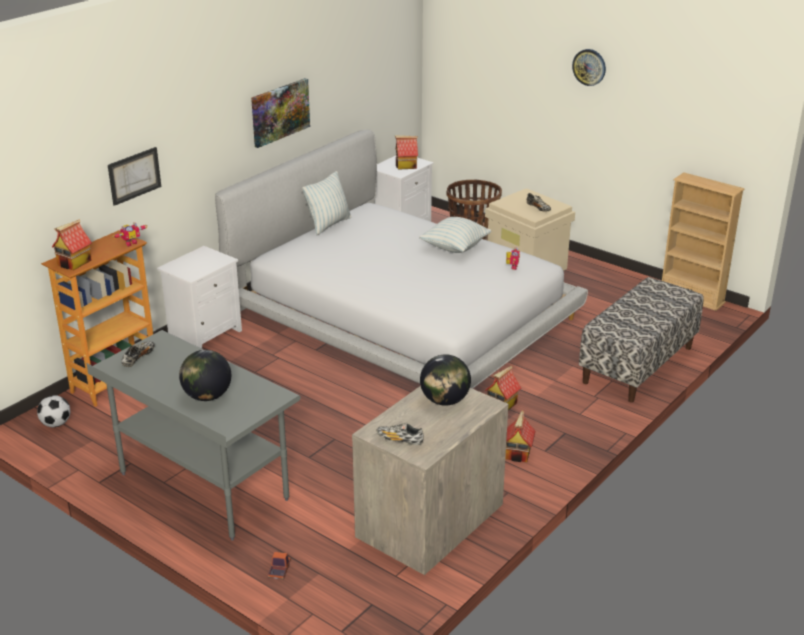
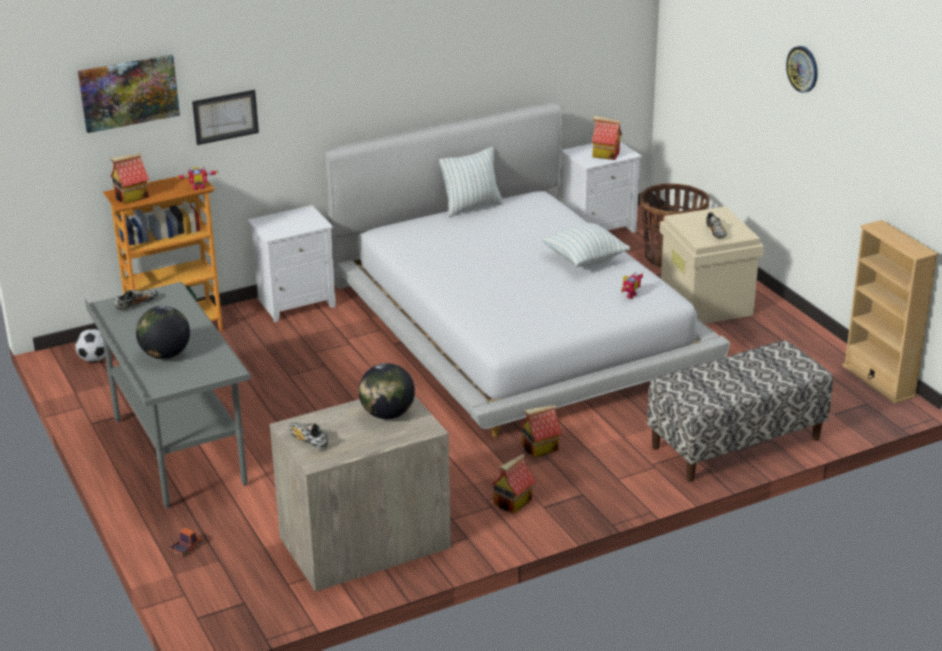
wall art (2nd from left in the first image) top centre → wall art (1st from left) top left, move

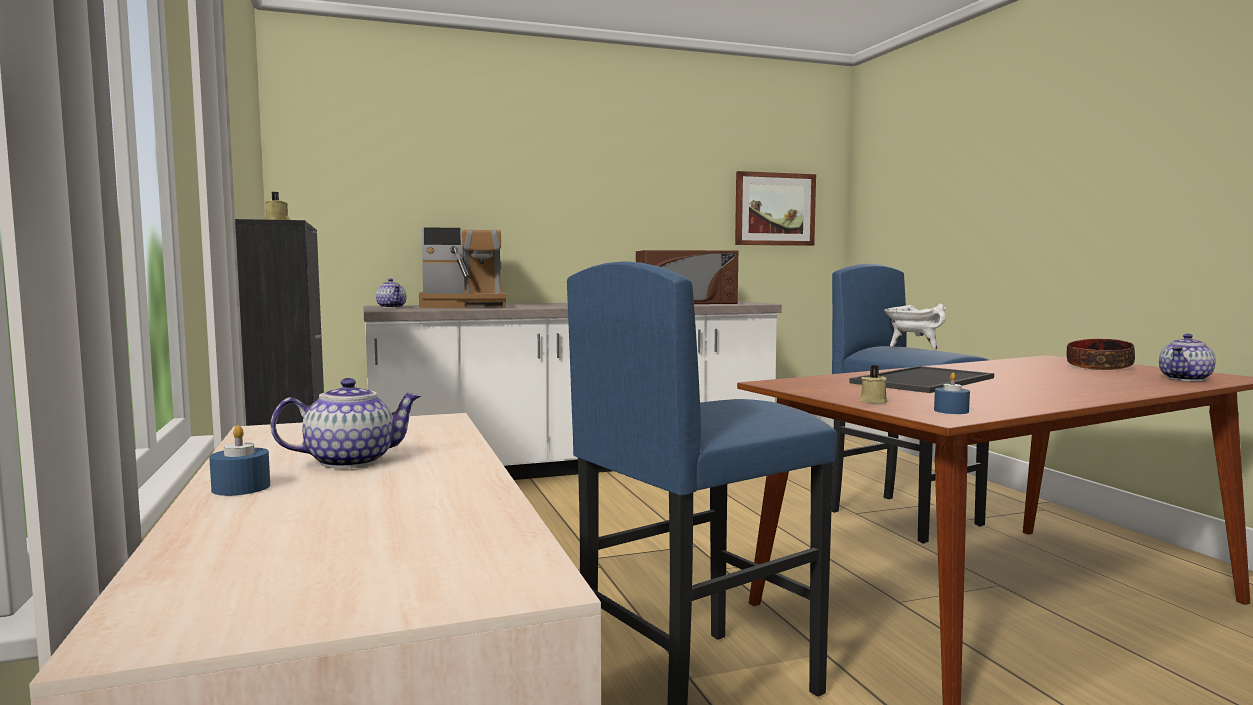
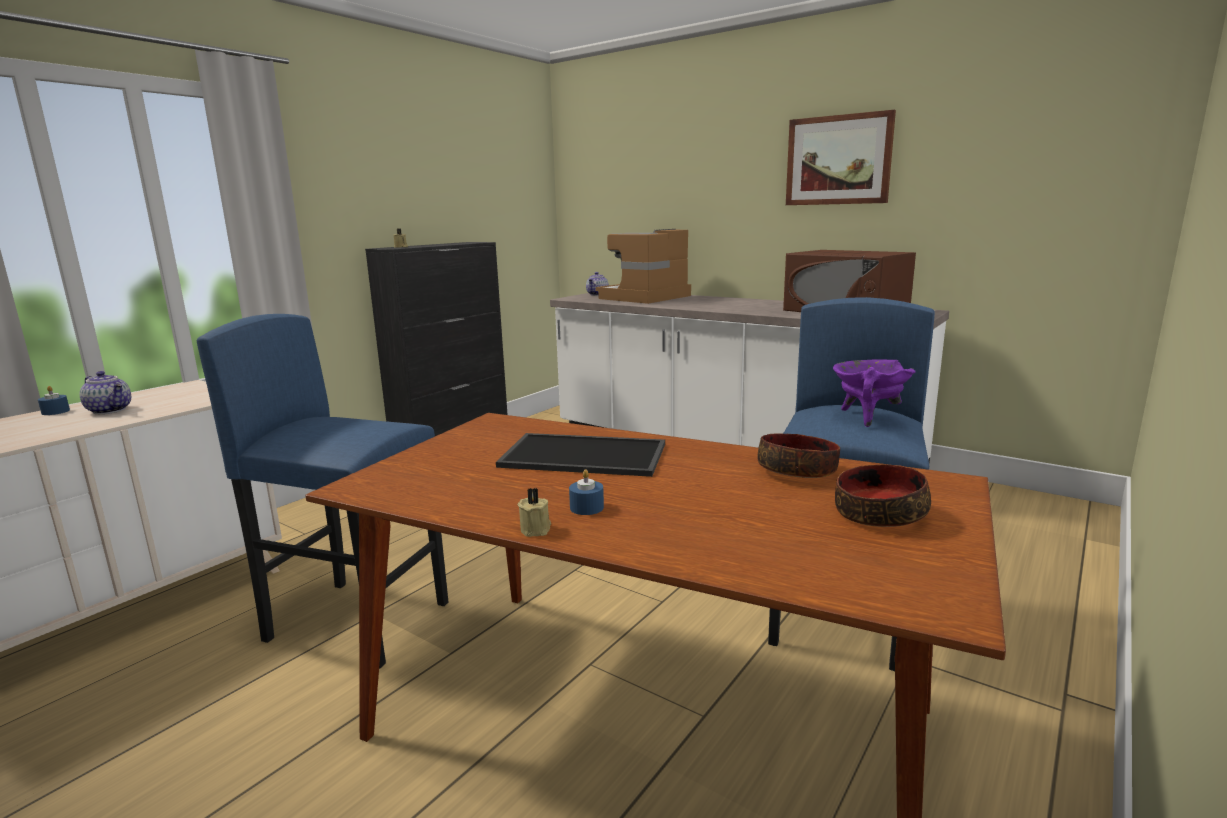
beige-coloured wax candle (2nd from left) middle right → beige-coloured wax candle (2nd from left) centre, move
blue-coloured wax candle (2nd from left) middle right → blue-coloured wax candle (2nd from left) centre, move
coffee machine centre → coffee machine top centre, 90 degrees clockwise
- → deep dish (1st from left) centre
wall art top centre → wall art top right, move
white saucepot middle right → purplish saucepot middle right
teapot (3rd from left) middle right → -

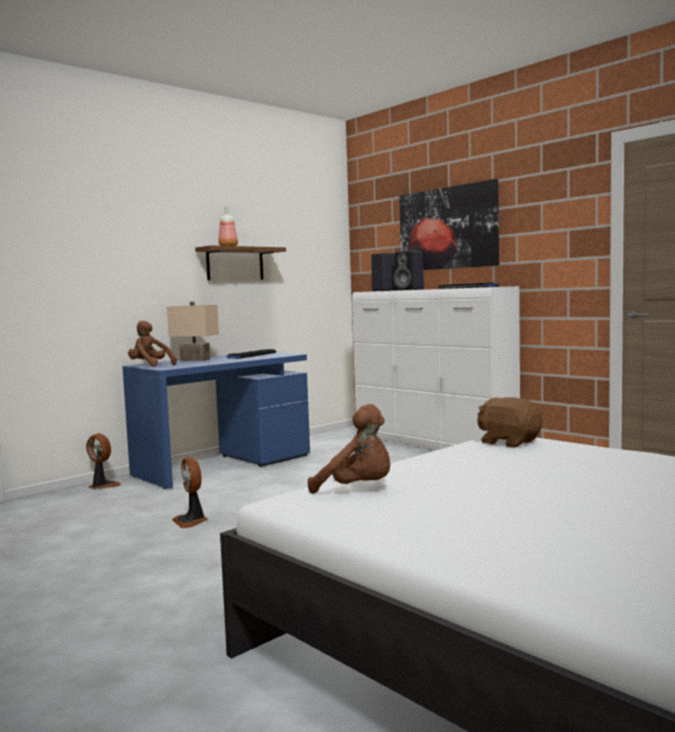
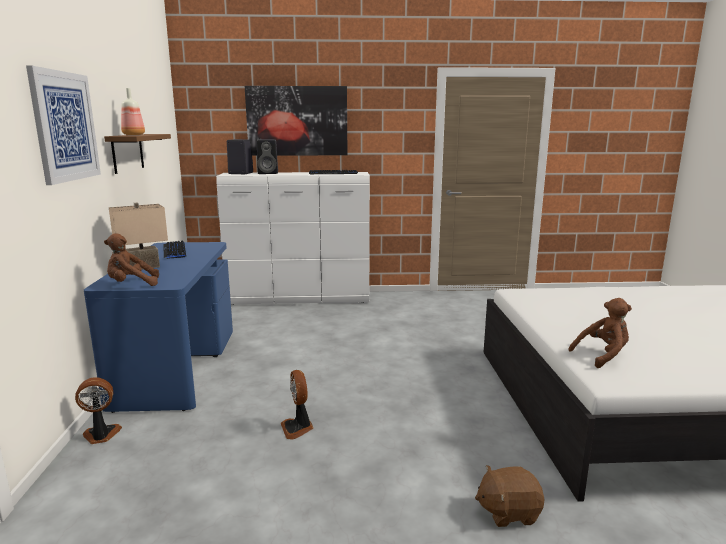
- → wall art (1st from left) top left
fan (2nd from left) bottom left → fan (2nd from left) bottom centre, 60 degrees clockwise
brown-coloured soft toy (3rd from left in the first image) middle right → brown-coloured soft toy (2nd from left) bottom right, move

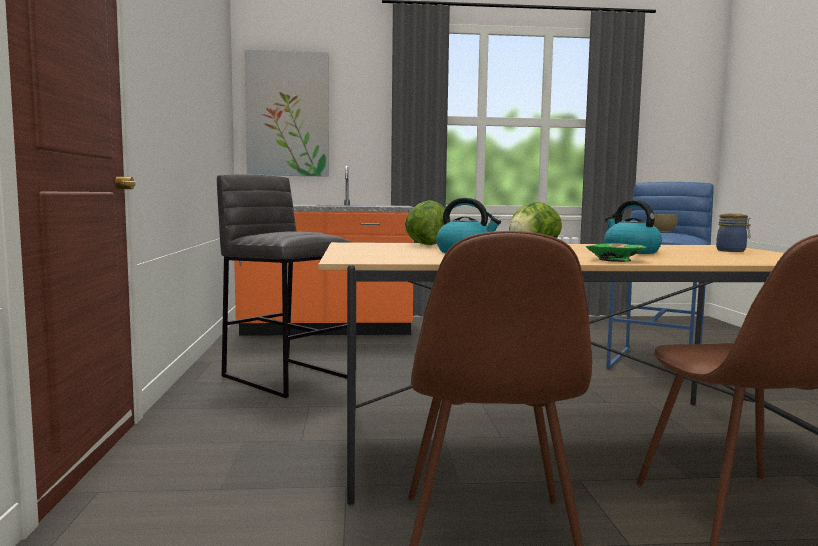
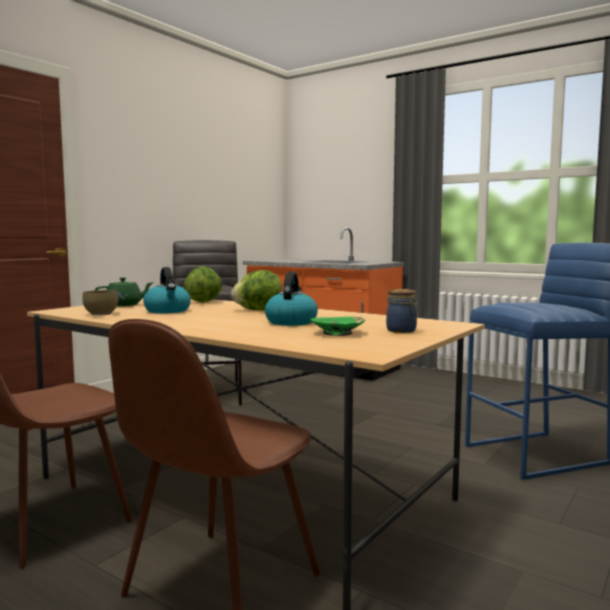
brown-coloured deep dish middle right → brown-coloured deep dish middle left, move
- → green teapot middle left
green deep dish middle right → green deep dish centre, move
wall art top centre → -

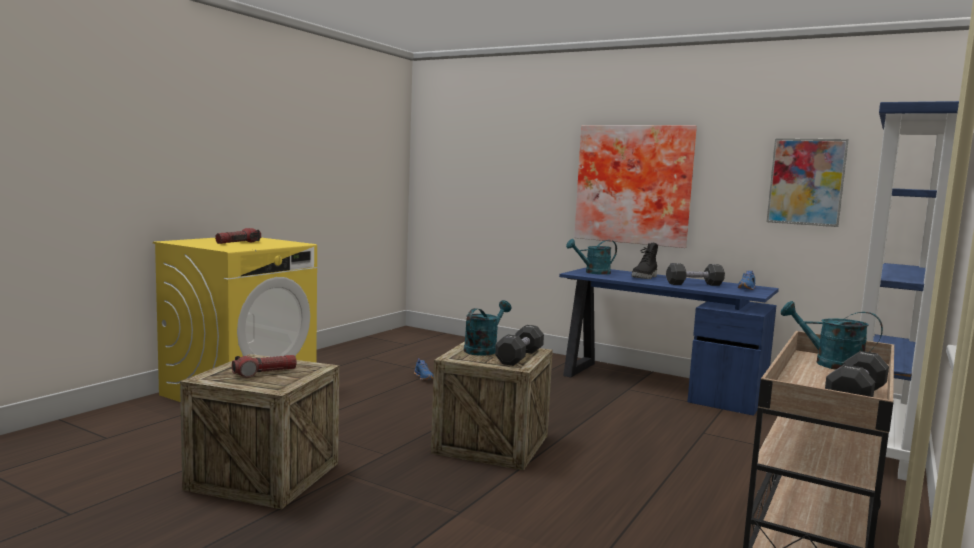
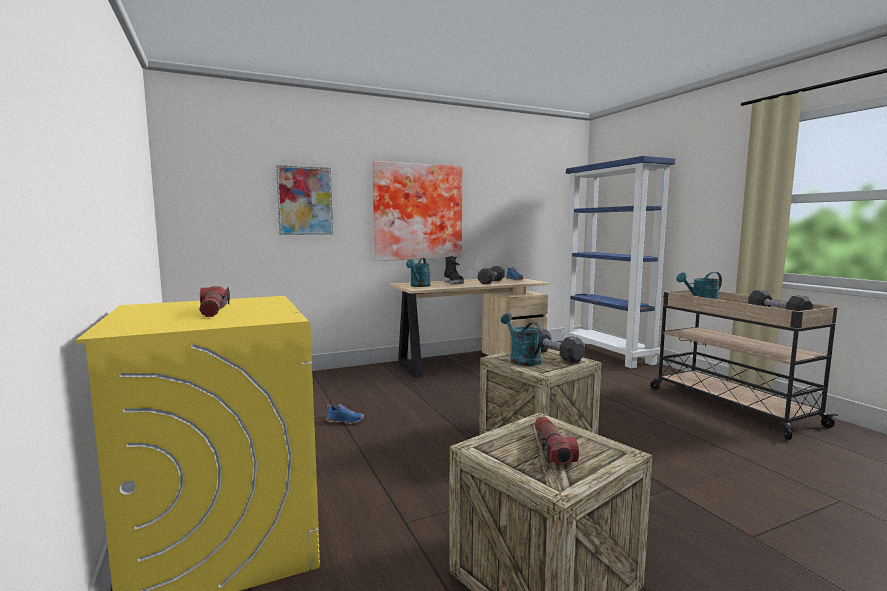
wall art (2nd from left in the first image) top right → wall art (1st from left) centre, move
blue-coloured desk table middle right → beige-coloured desk table centre

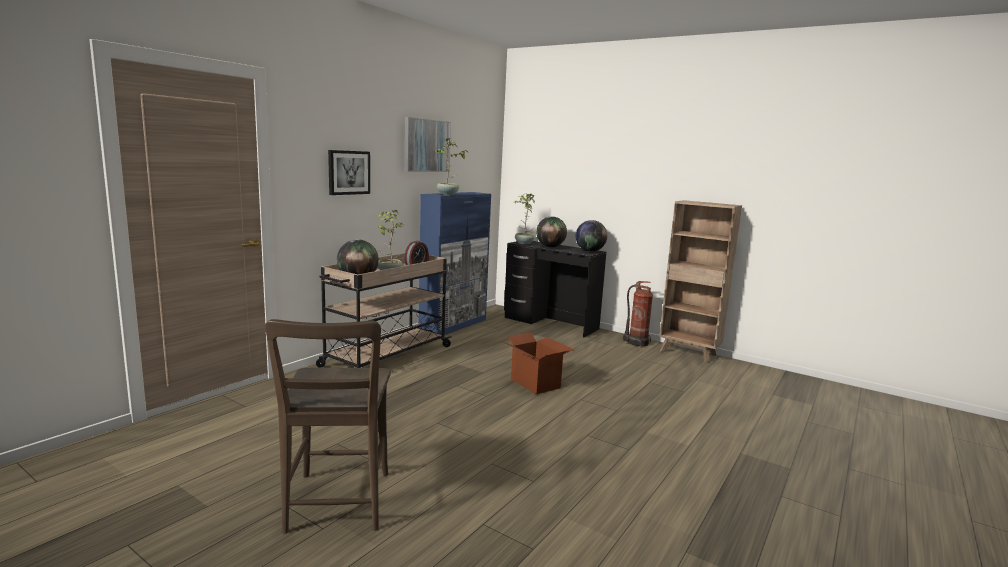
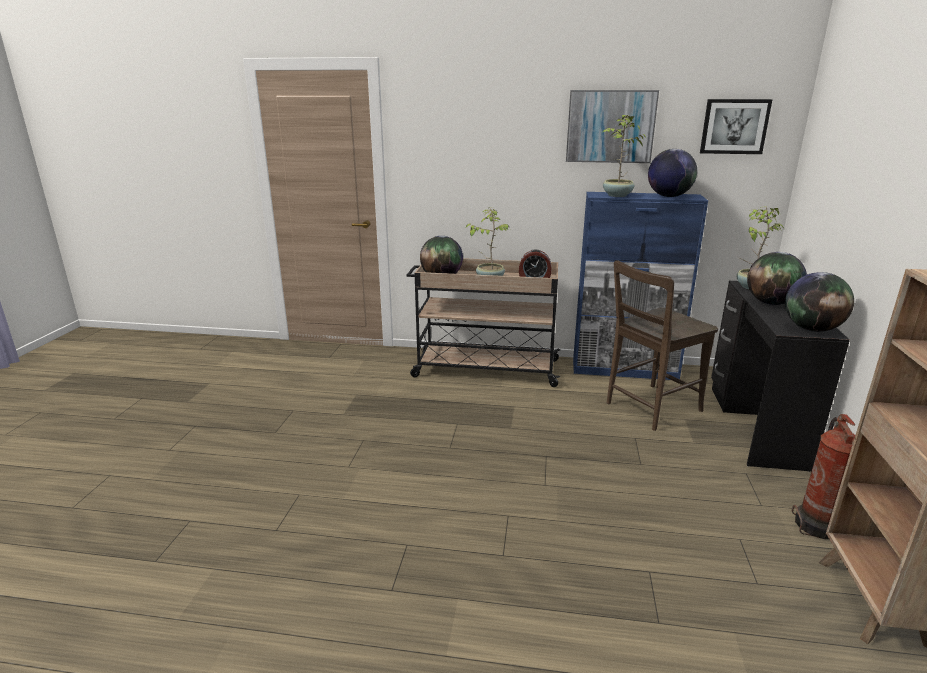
brown-coloured chair bottom left → brown-coloured chair middle right, move
- → globe (2nd from left) top right
wall art (1st from left in the first image) top centre → wall art (2nd from left) top right, move
packing box centre → -

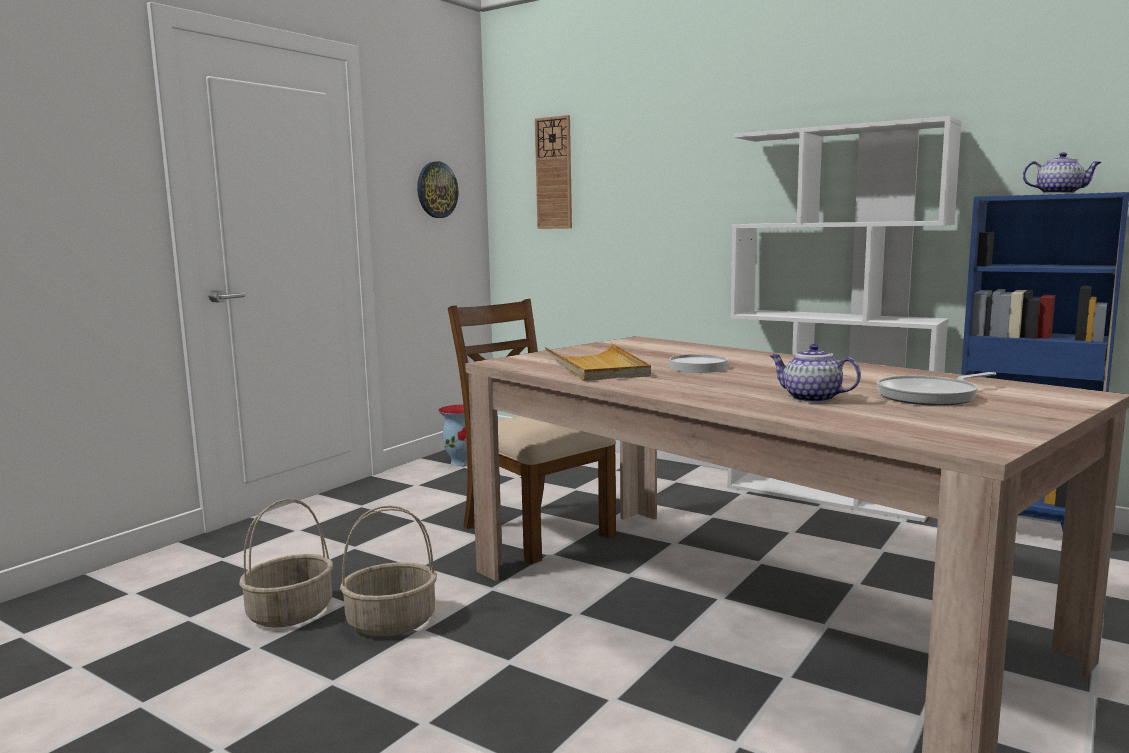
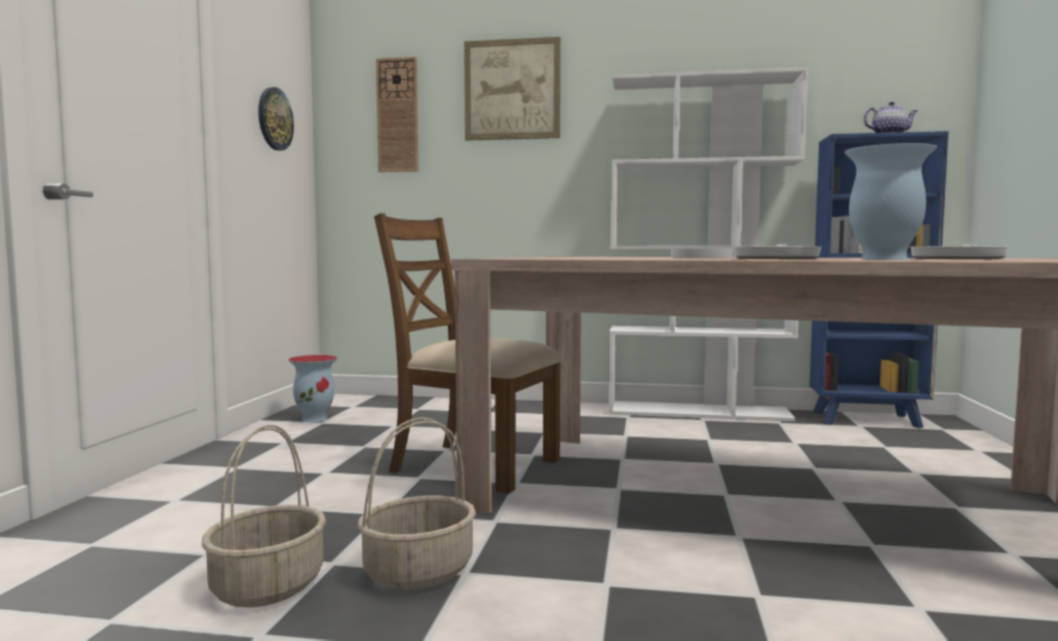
- → wall art top centre
- → pan (1st from left) middle right
teapot (1st from left) middle right → flower vase (2nd from left) top right
beige-coloured serving tray centre → -

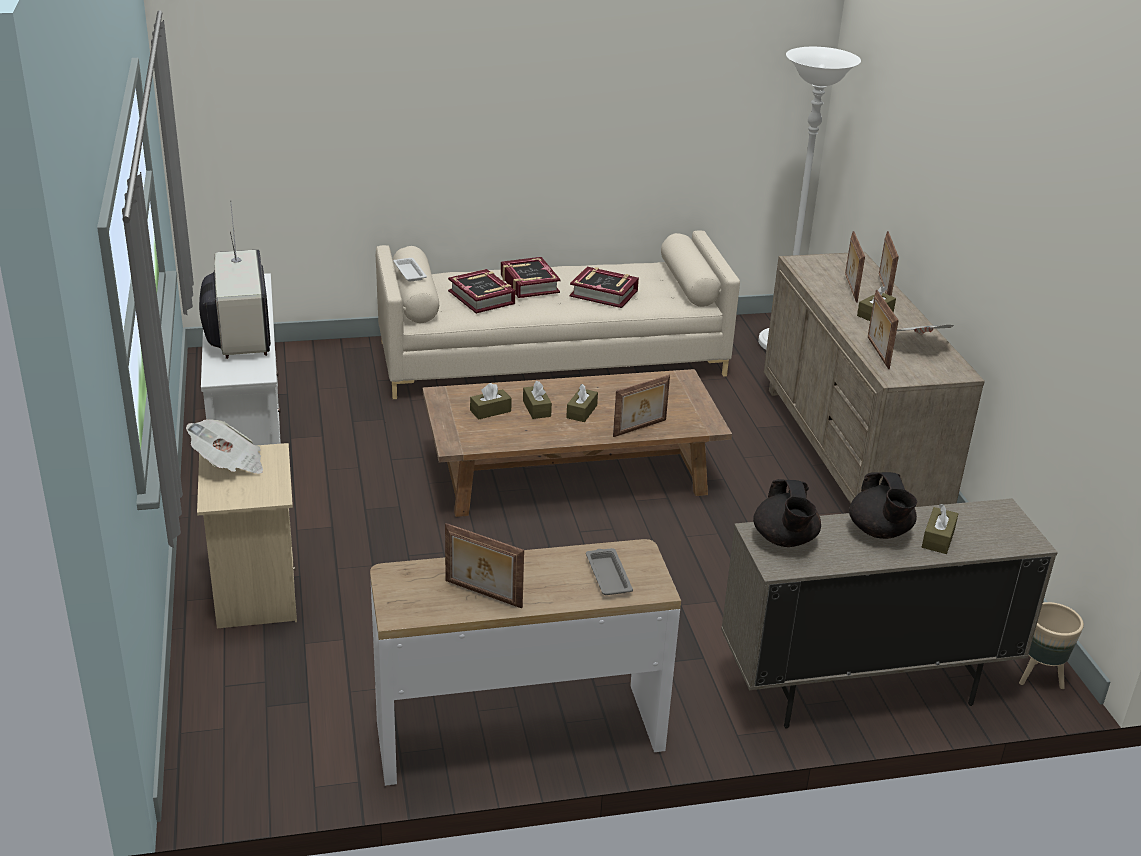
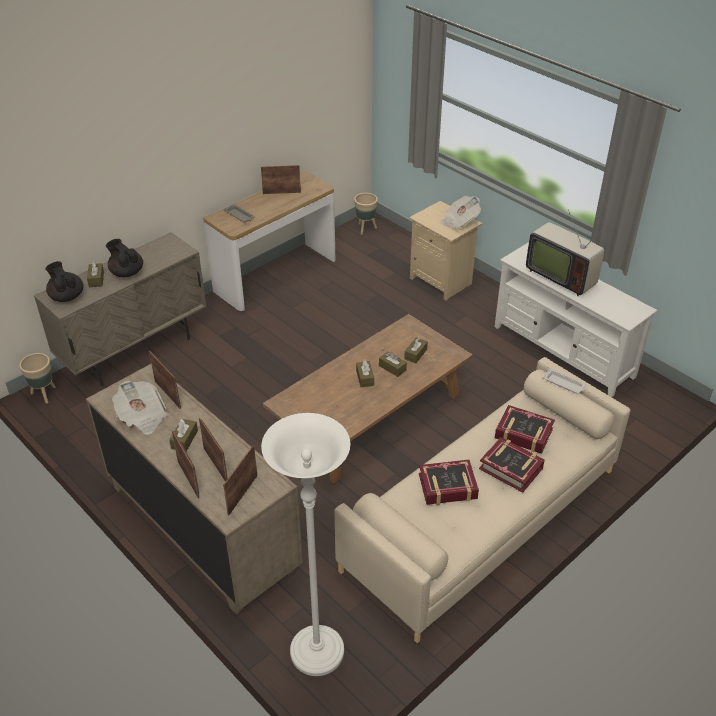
blackish teapot (1st from left) middle right → blackish teapot (1st from left) middle left, move
photo frame (2nd from left in the first image) centre → photo frame (4th from left) bottom centre, move
- → beige-coloured plant pot (2nd from left) top centre

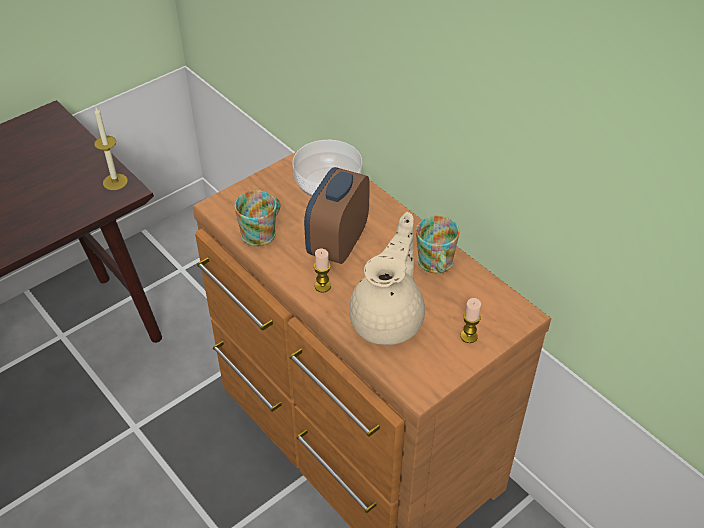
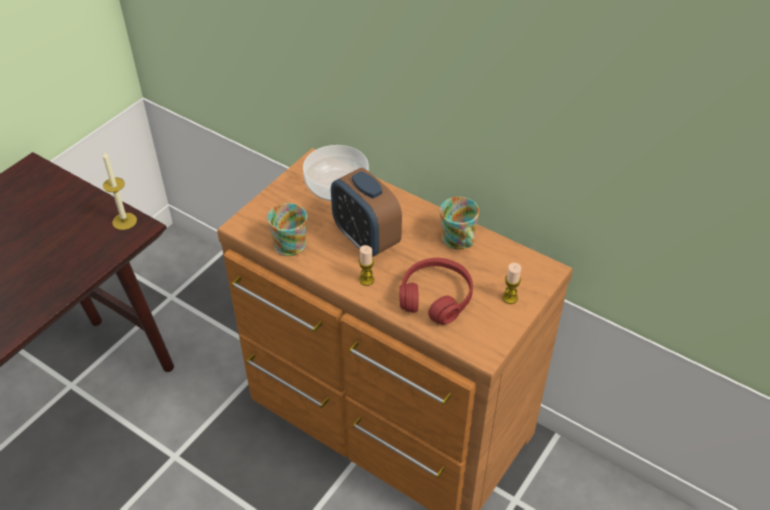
bedside clock centre, 45 degrees counterclockwise
beige-coloured teapot centre → red-coloured pair of headphones centre

